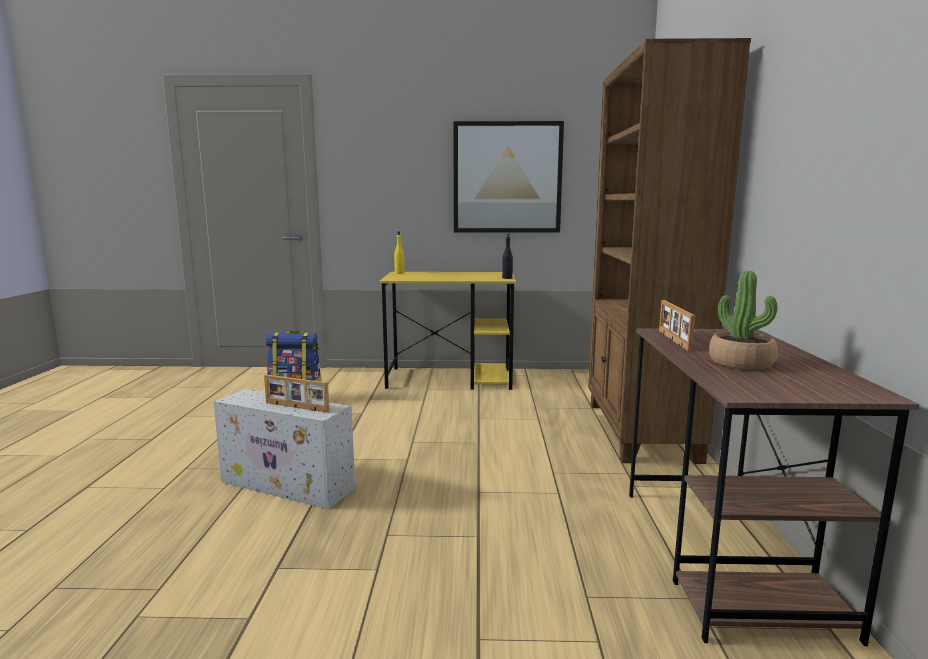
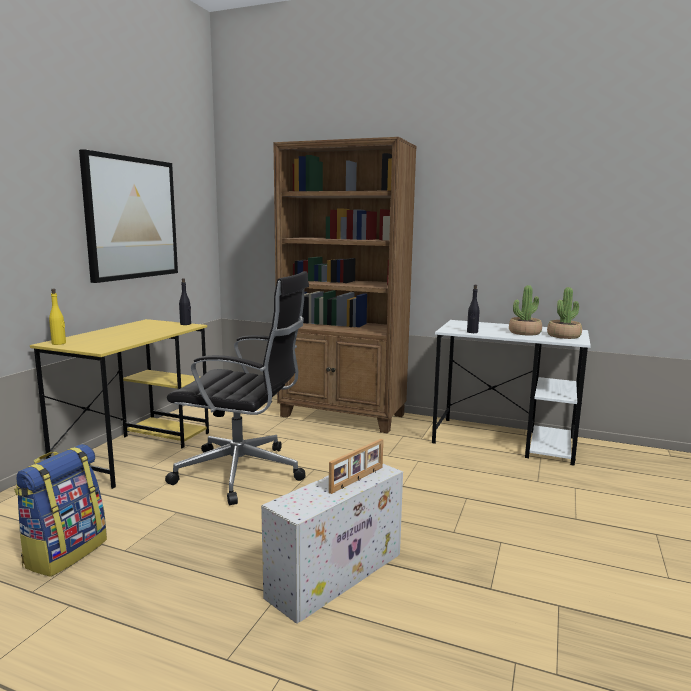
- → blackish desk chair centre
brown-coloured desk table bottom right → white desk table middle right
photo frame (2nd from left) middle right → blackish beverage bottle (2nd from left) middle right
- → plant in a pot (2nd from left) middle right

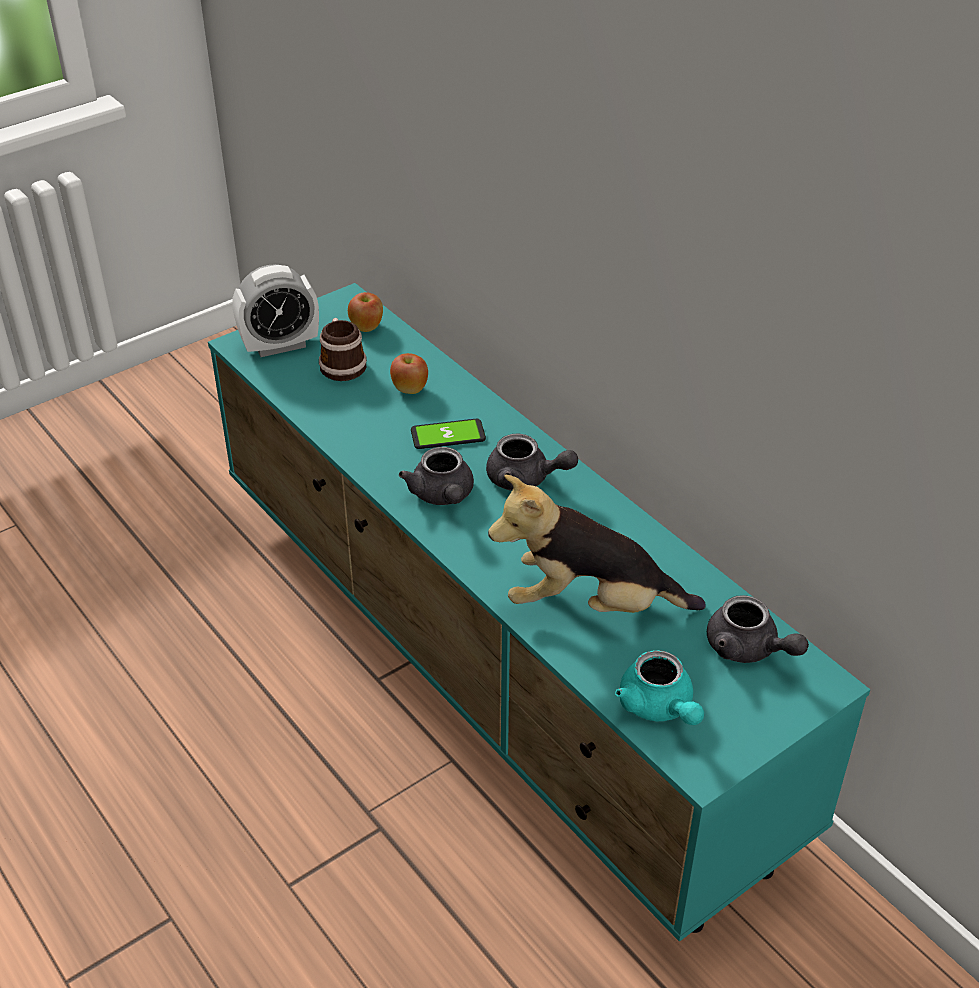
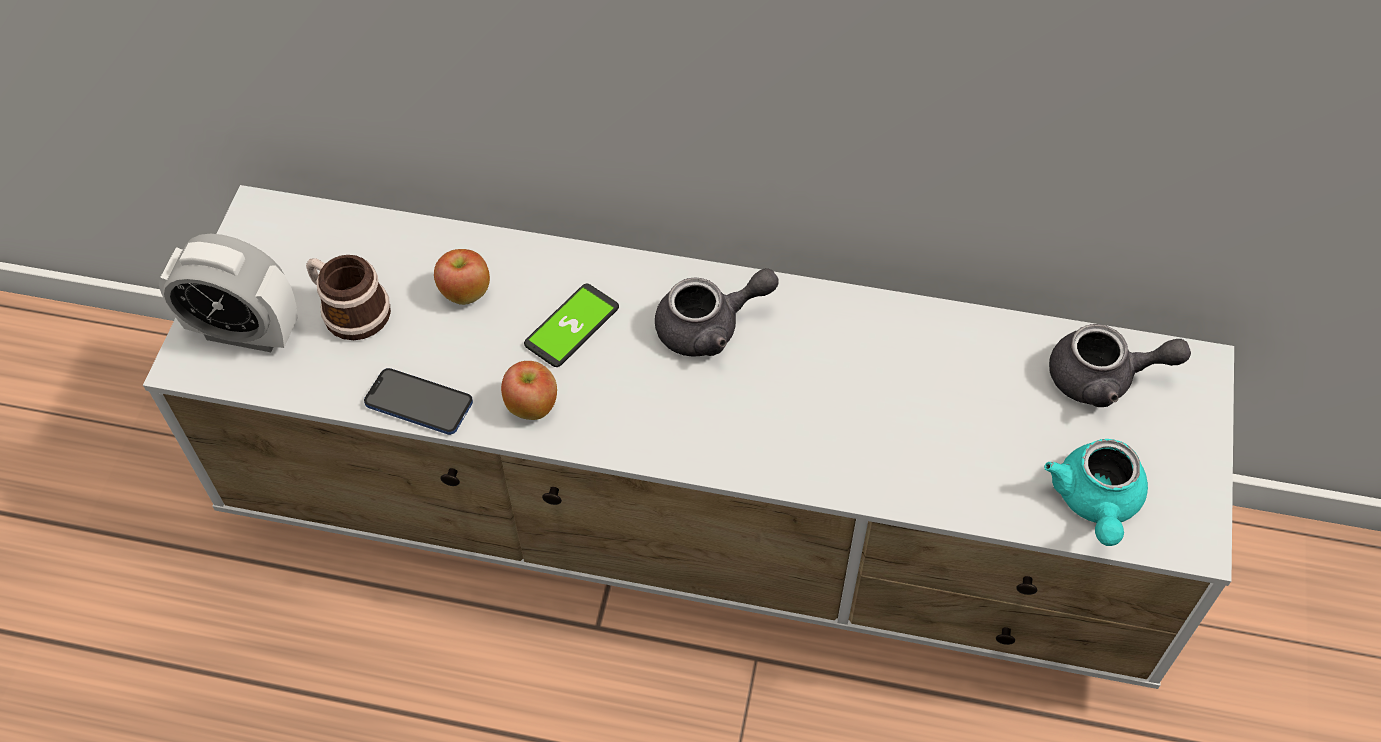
turquoise tv stand centre → white tv stand centre
bedside clock top left → bedside clock middle left, 75 degrees clockwise
- → phone (1st from left) middle left
apple fruit (1st from left in the first image) top centre → apple fruit (2nd from left) centre, move
turquoise teapot bottom right → turquoise teapot middle right, 75 degrees clockwise
gray teapot (1st from left) centre → -
soft toy centre → -

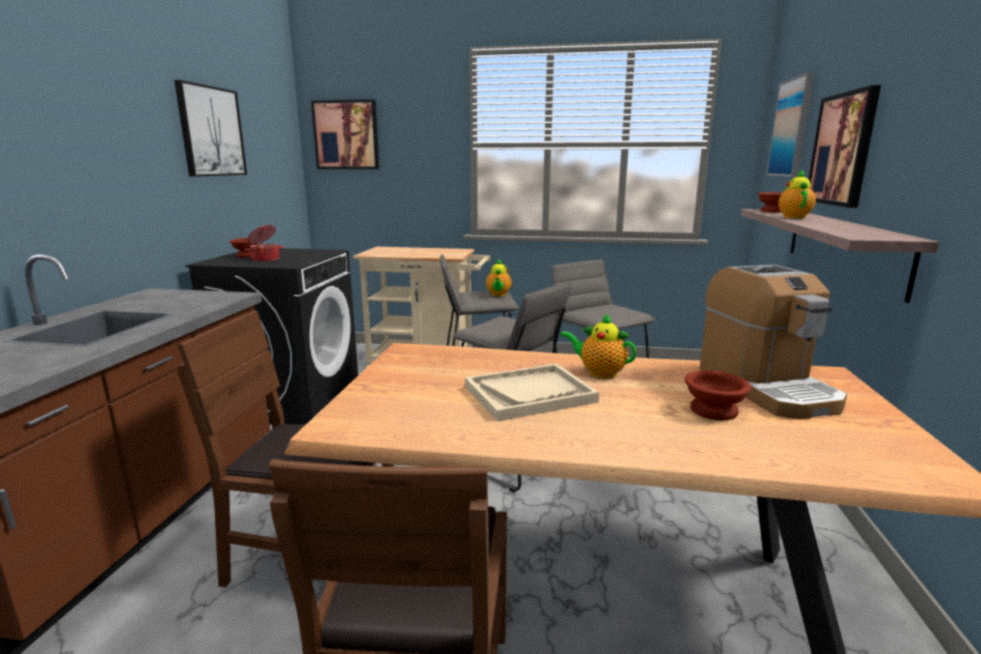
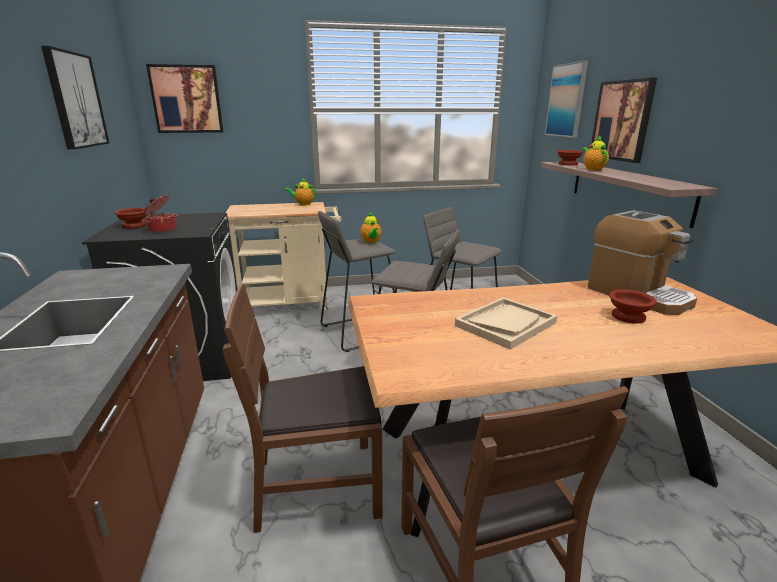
teapot (2nd from left in the first image) centre → teapot (1st from left) top centre, move

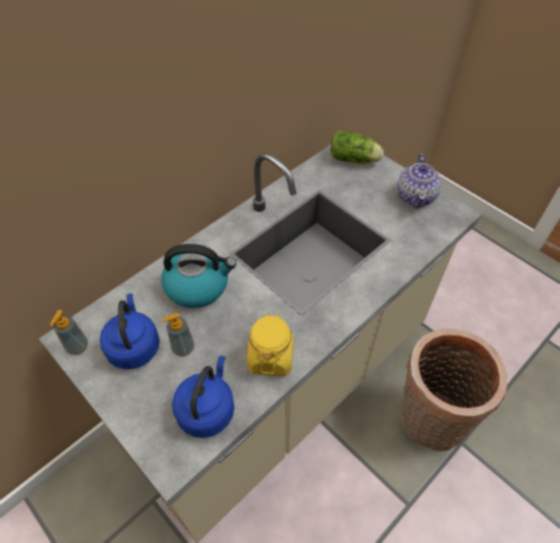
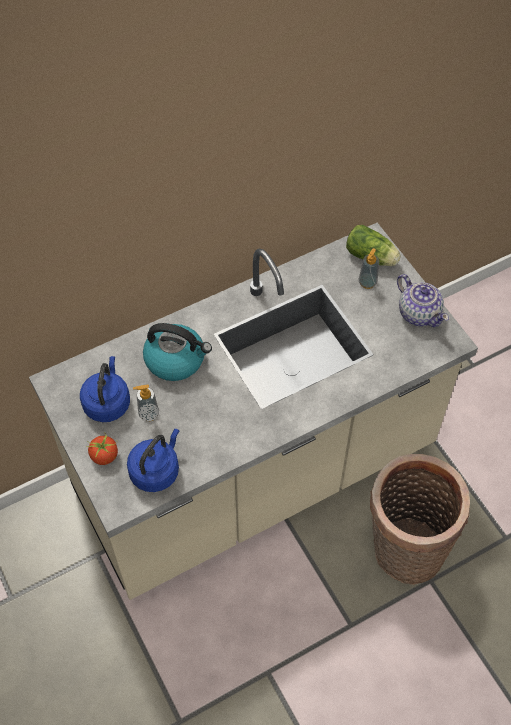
- → tomato middle left
soap bottle (1st from left in the first image) middle left → soap bottle (2nd from left) middle right, move
teapot middle right, 60 degrees counterclockwise
yellowish preserve jar centre → -

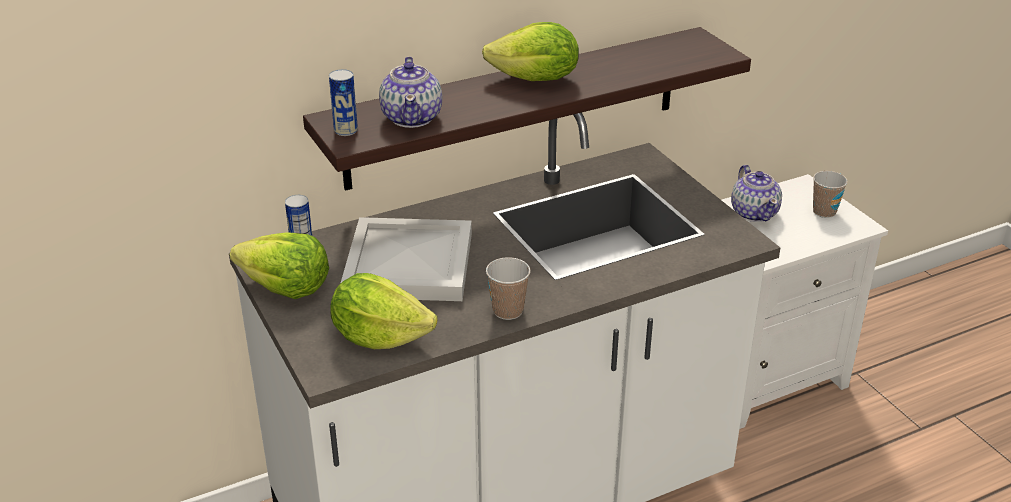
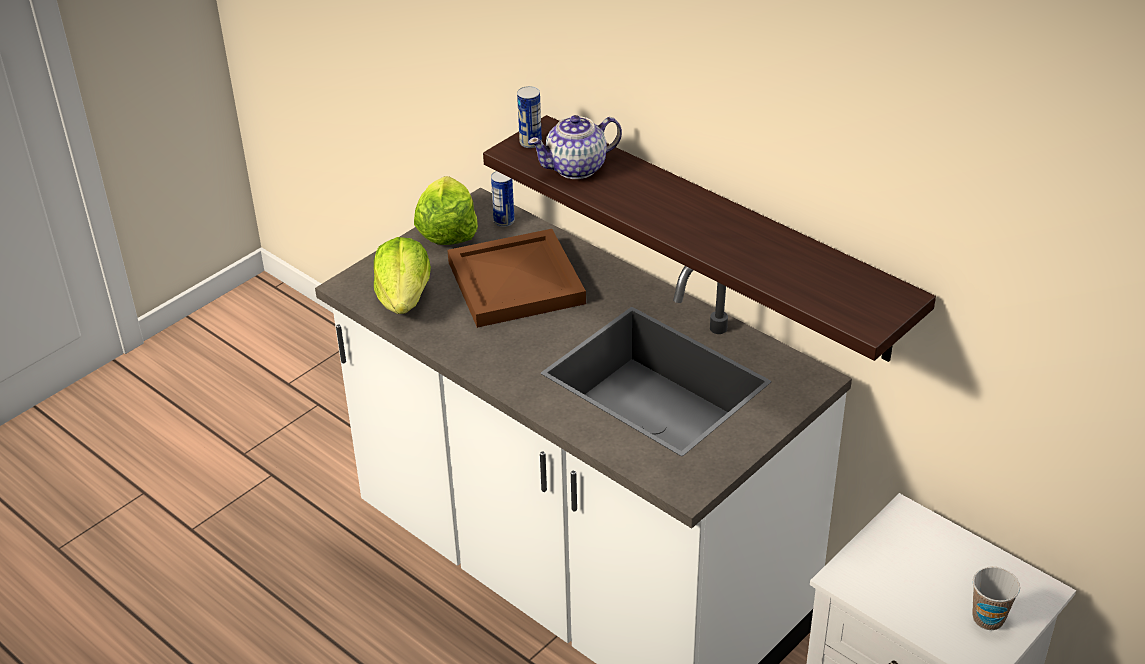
white serving tray centre → brown-coloured serving tray centre
lettuce (3rd from left) top centre → -
cup (1st from left) centre → -
teapot (2nd from left) middle right → -

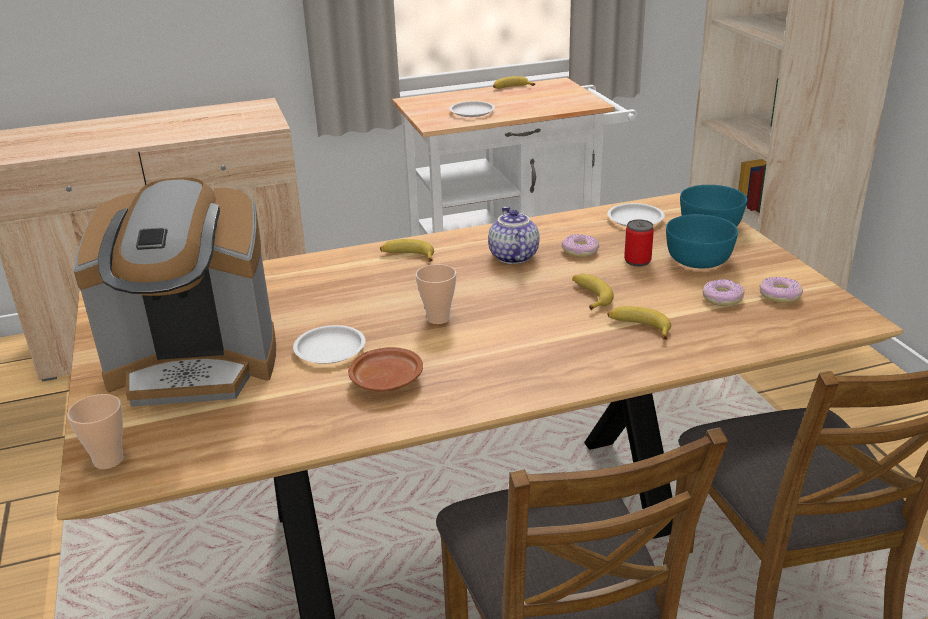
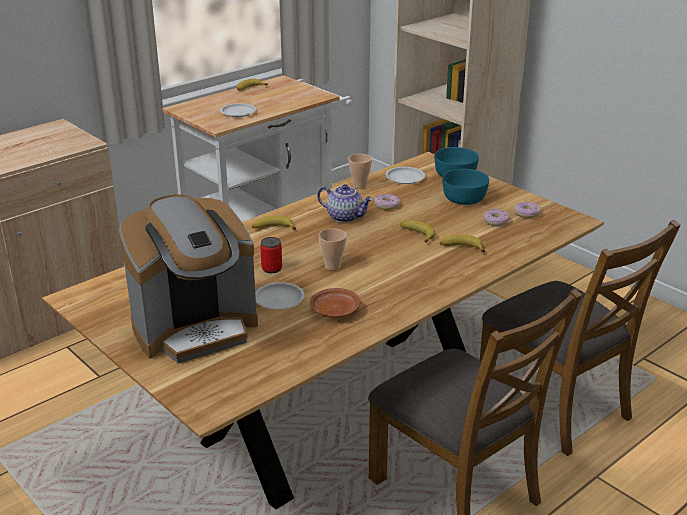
metal can middle right → metal can centre, move
teapot centre, 150 degrees clockwise
cup (1st from left in the first image) bottom left → cup (2nd from left) top centre, move

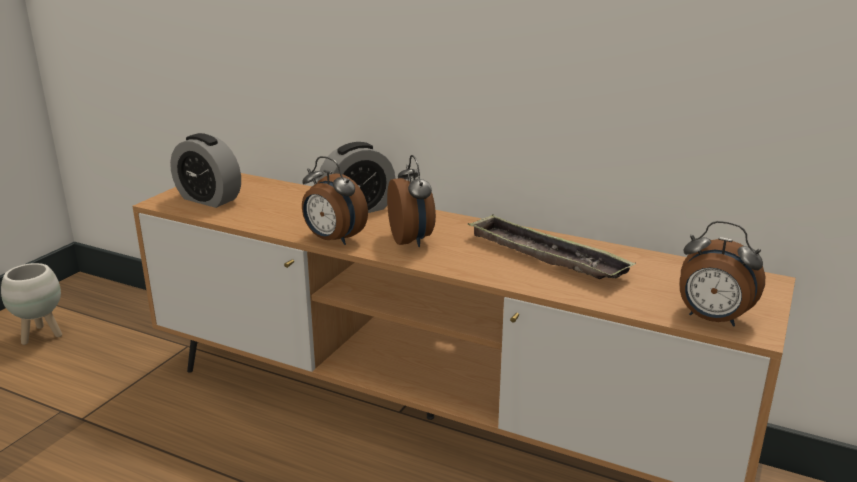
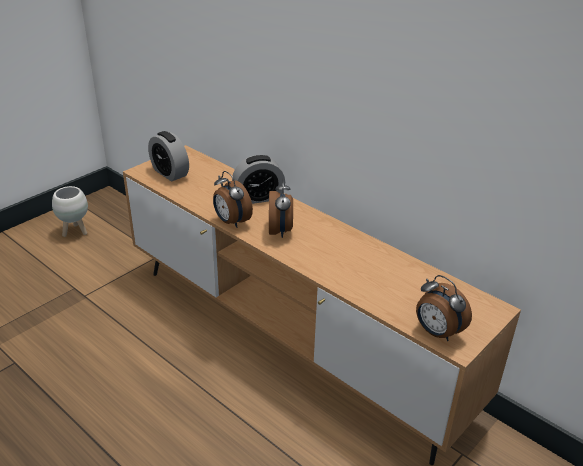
serving tray centre → -

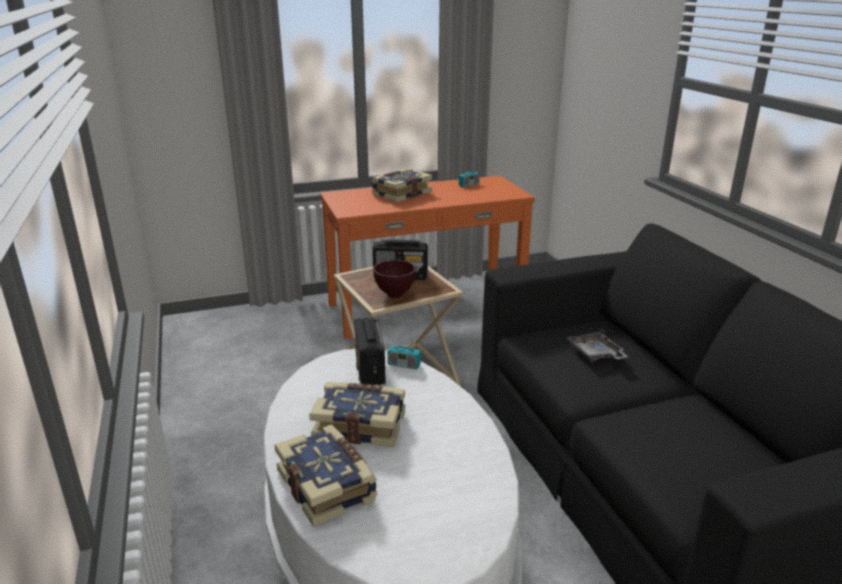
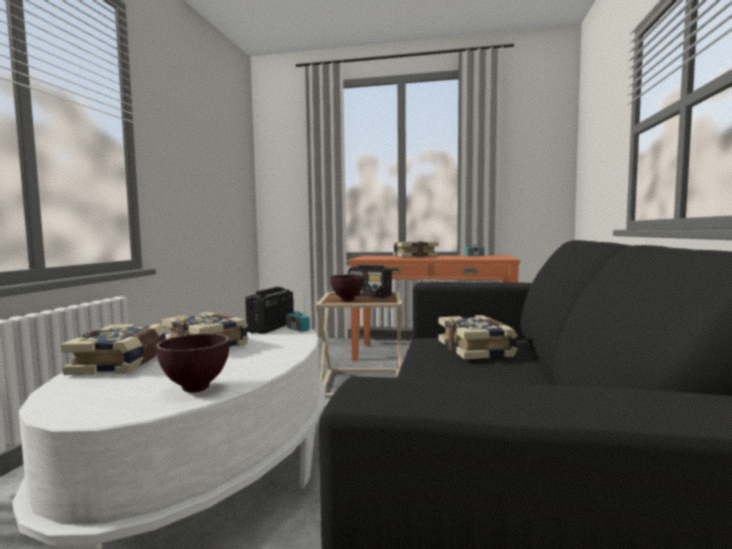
- → brown-coloured deep dish (1st from left) middle left
gray serving tray middle right → bound book (4th from left) centre

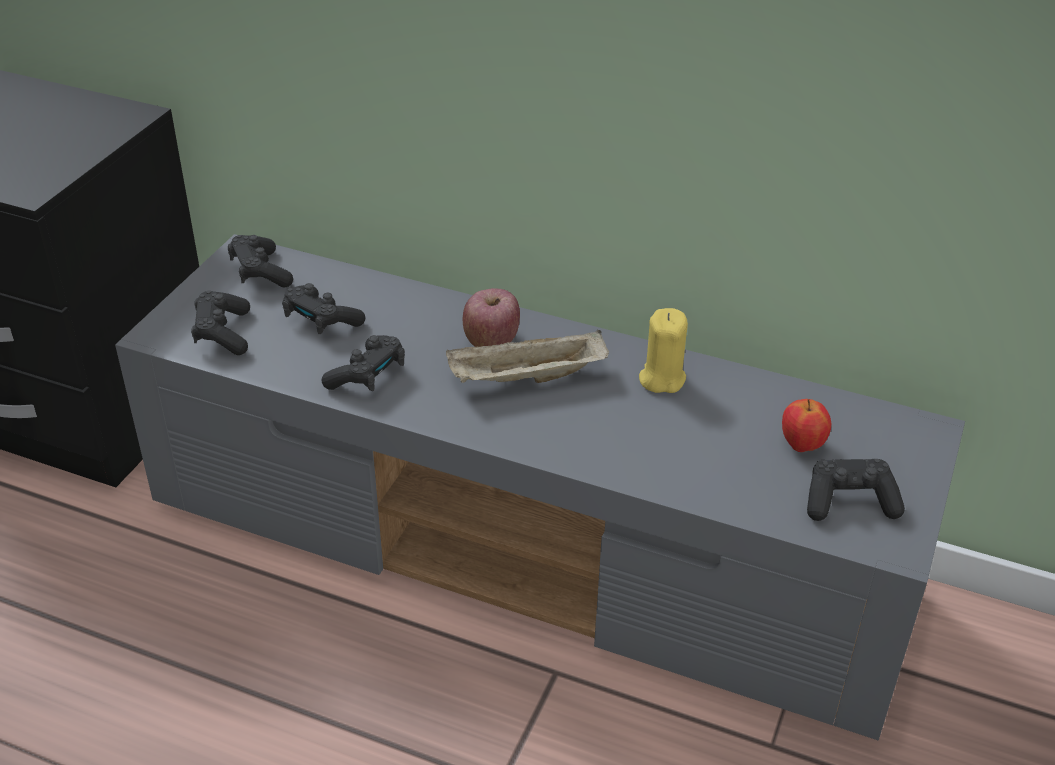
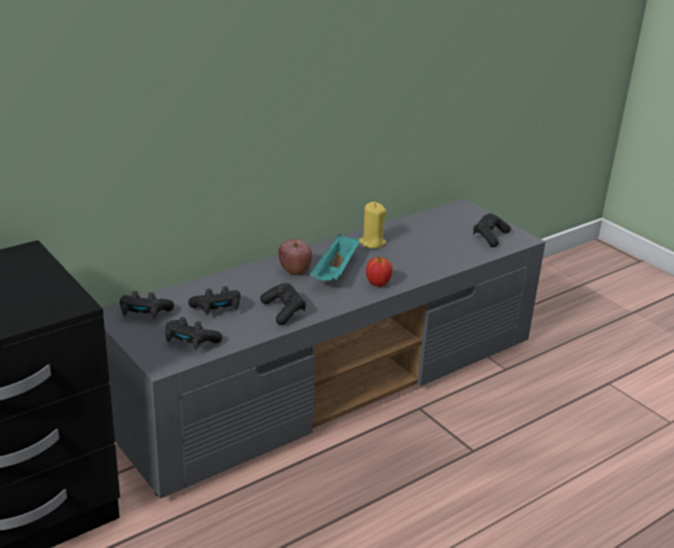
beige-coloured serving tray centre → turquoise serving tray centre
apple fruit (2nd from left) middle right → apple fruit (2nd from left) centre, move

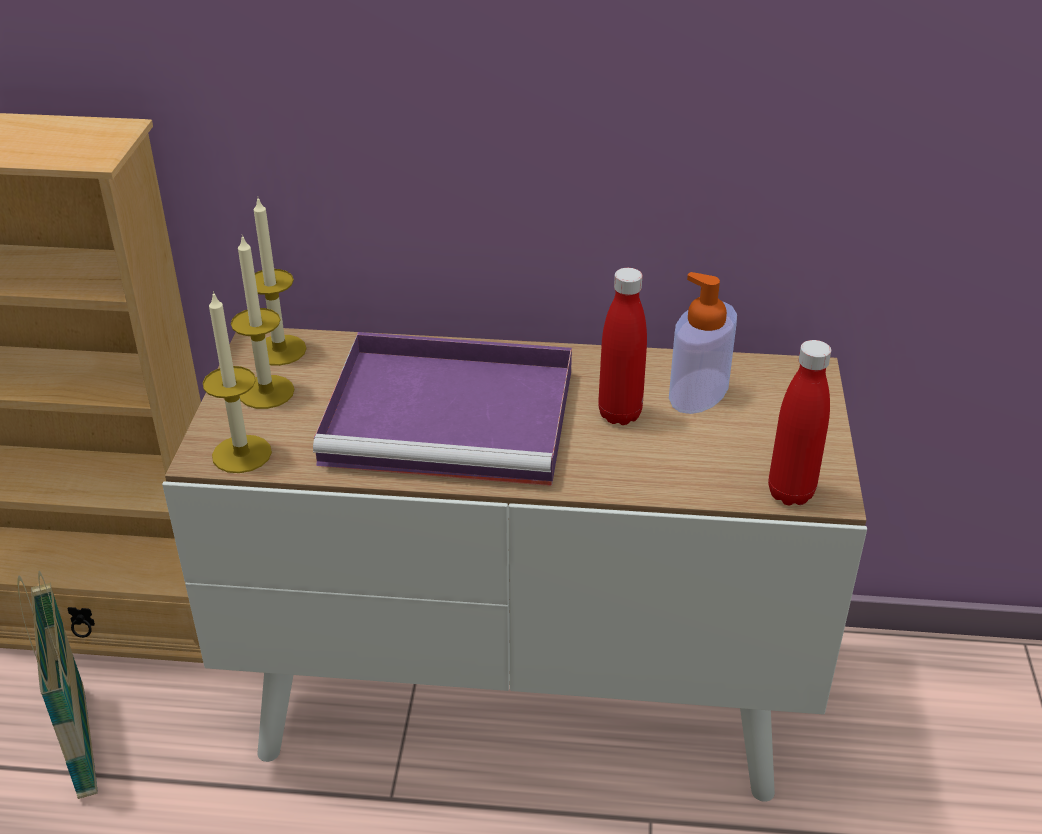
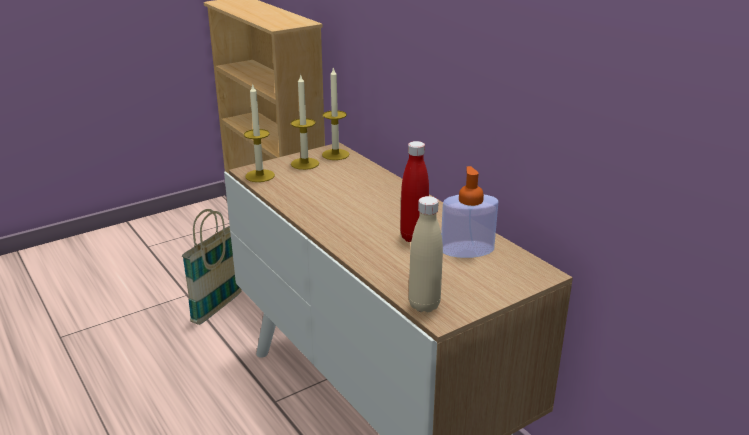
red-coloured beverage bottle (2nd from left) middle right → beige-coloured beverage bottle centre
purplish serving tray centre → -

